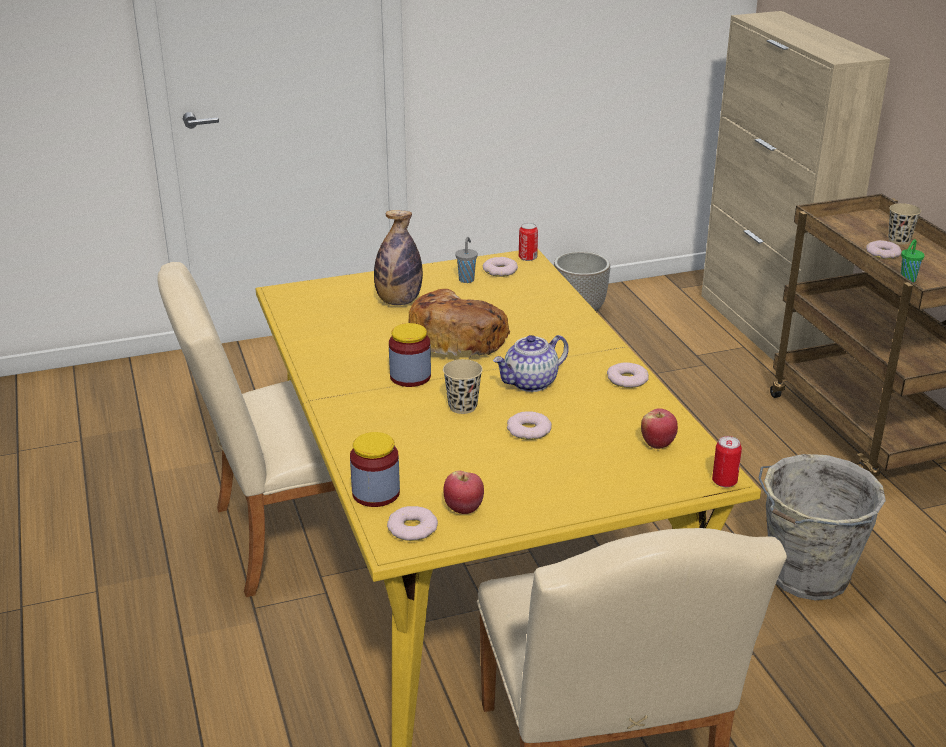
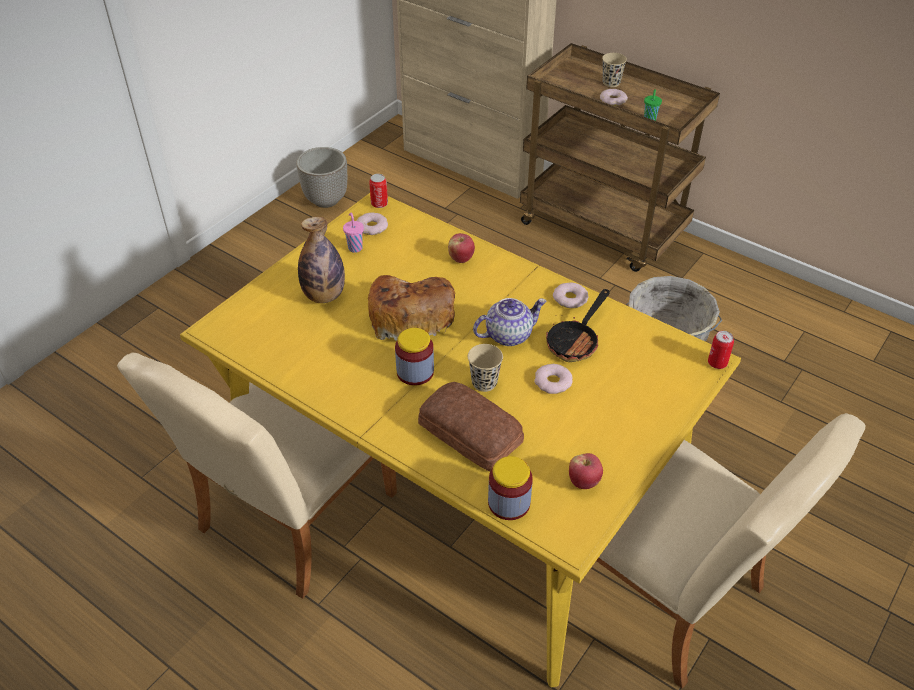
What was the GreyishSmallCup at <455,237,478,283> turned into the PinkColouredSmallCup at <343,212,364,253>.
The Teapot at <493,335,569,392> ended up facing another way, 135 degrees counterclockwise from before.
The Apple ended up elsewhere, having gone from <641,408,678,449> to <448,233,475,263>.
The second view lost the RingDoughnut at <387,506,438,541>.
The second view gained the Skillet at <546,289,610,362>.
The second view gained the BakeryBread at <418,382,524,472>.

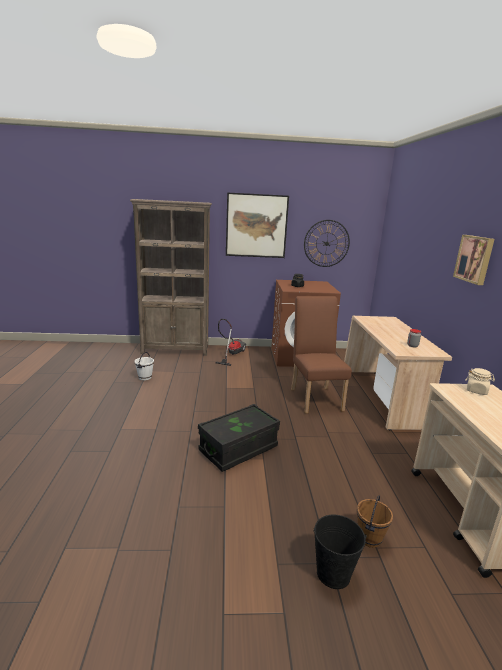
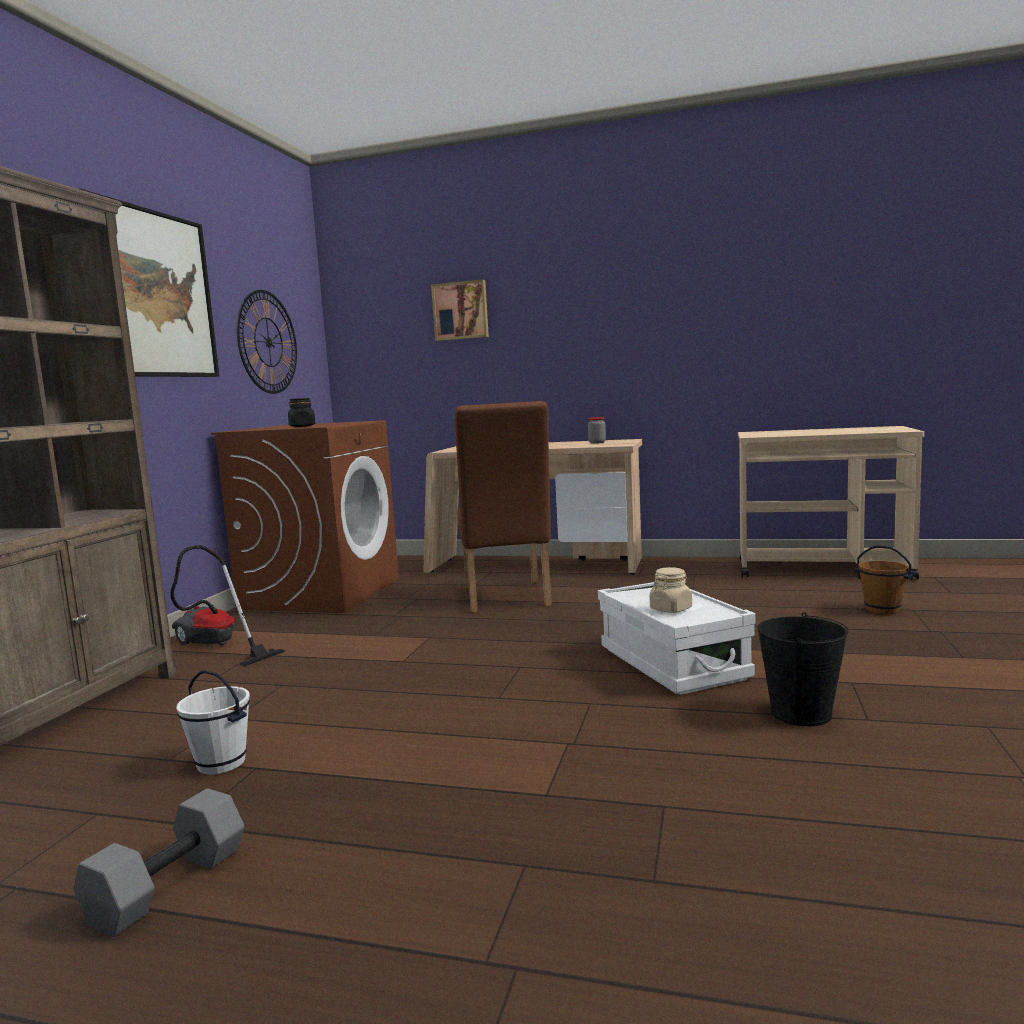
The WallPicture ended up elsewhere, having gone from <453,235,494,285> to <431,279,489,341>.
The BrownColouredChair at <291,296,352,413> ended up facing another way, 105 degrees counterclockwise from before.
The BeigeStorageJar ended up elsewhere, having gone from <465,368,495,395> to <649,567,692,613>.
What was the BlackishStorageBin at <198,404,280,472> turned into the WhiteStorageBin at <598,582,756,695>.
The BlackishBucket ended up elsewhere, having gone from <314,515,367,589> to <757,612,849,726>.
The second view gained the GreyishFreeWeight at <73,788,244,937>.

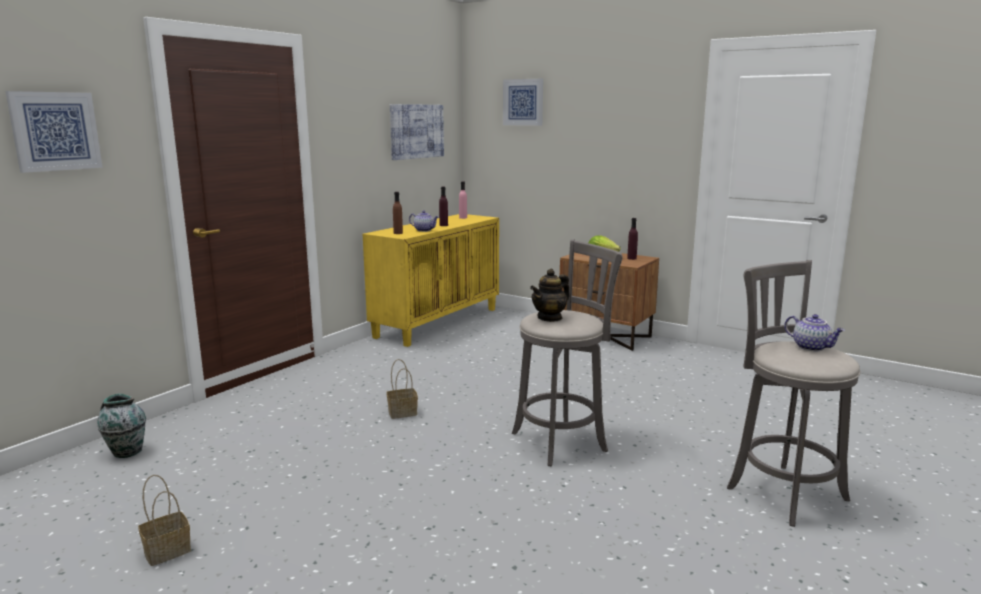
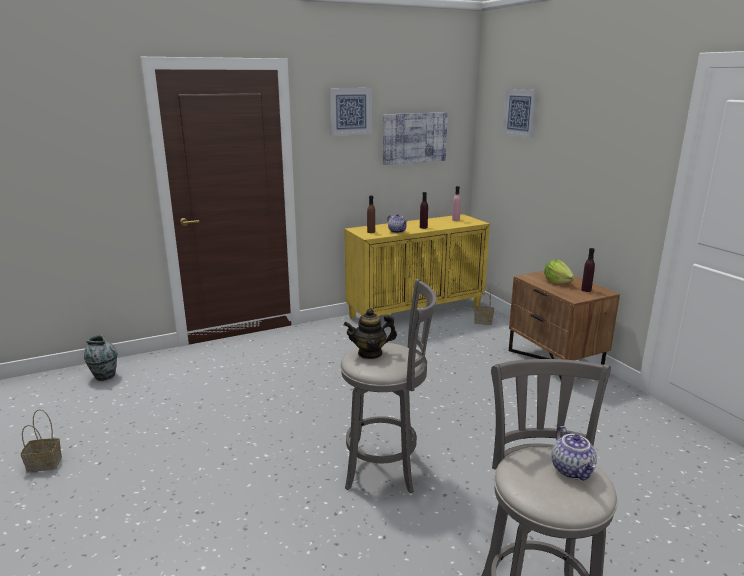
The WallPicture ended up elsewhere, having gone from <5,91,103,173> to <329,88,372,136>.
The HouseholdBasket ended up elsewhere, having gone from <387,359,418,419> to <474,286,494,325>.

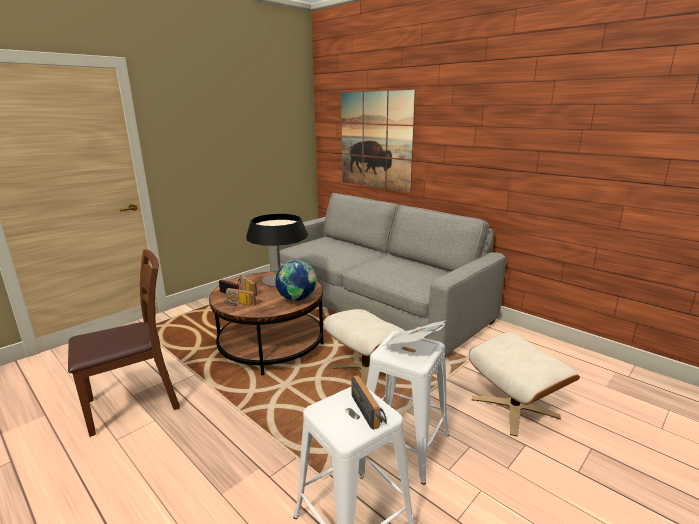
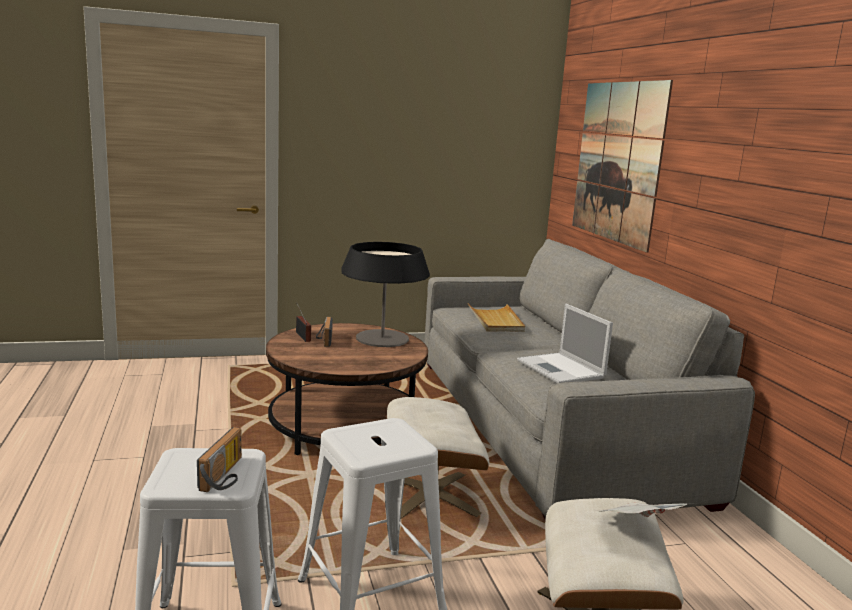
The second view lost the BrownColouredChair at <68,249,180,437>.
The second view lost the DeskGlobe at <275,260,317,302>.
The second view lost the RadioReceiver at <224,288,256,306>.
The PrintedPaper ended up elsewhere, having gone from <383,321,445,346> to <600,502,696,517>.
The second view gained the NotebookComputer at <517,303,613,383>.
The second view gained the BeigeServingTray at <468,304,525,332>.

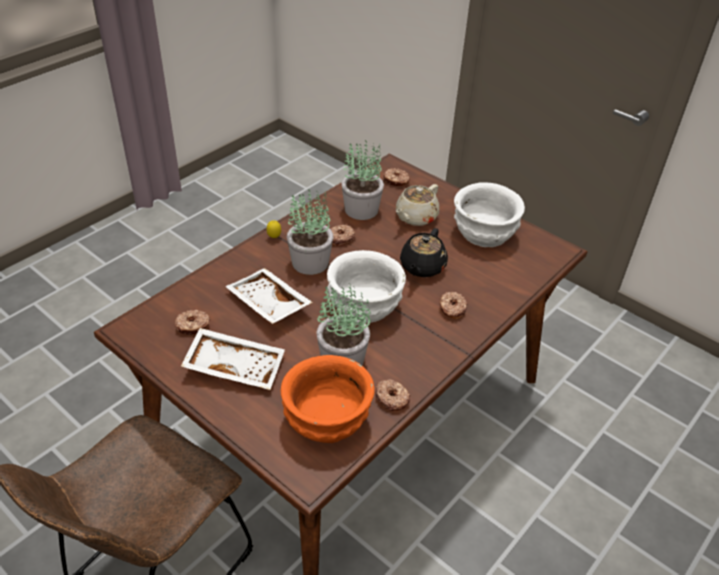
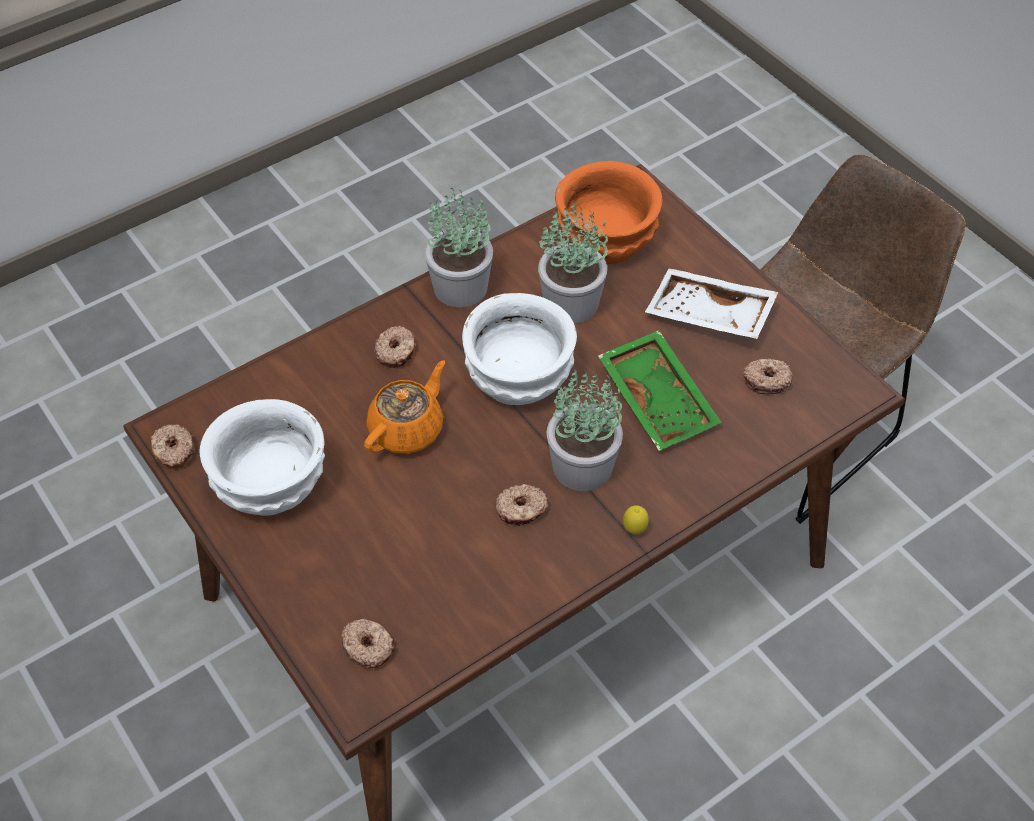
The PottedPlant ended up elsewhere, having gone from <341,140,384,220> to <425,188,493,307>.
The second view lost the BeigeTeapot at <396,184,439,226>.
What was the BlackishTeapot at <400,228,448,277> turned into the OrangeyTeapot at <364,360,445,454>.
What was the WhiteServingTray at <225,268,313,324> turned into the GreenServingTray at <598,330,722,451>.
The RingDoughnut ended up elsewhere, having gone from <375,379,410,411> to <151,424,195,467>.

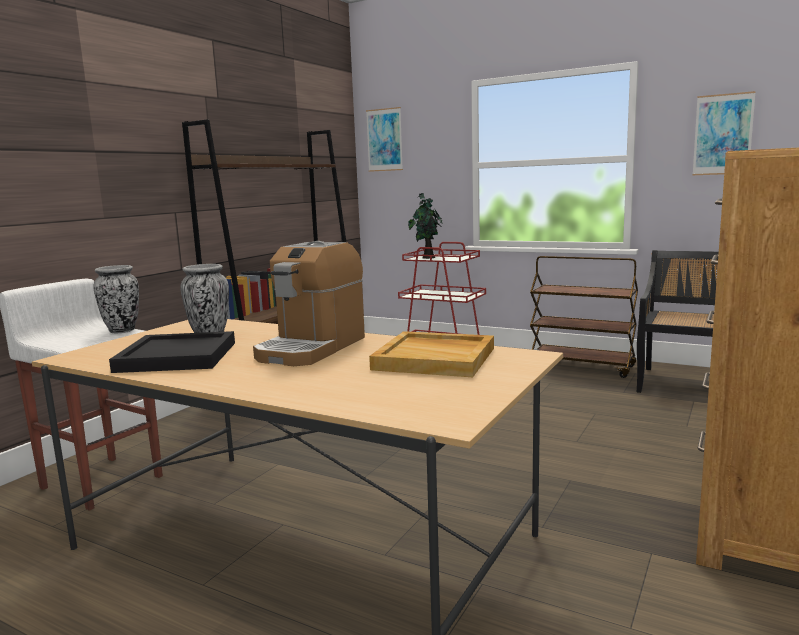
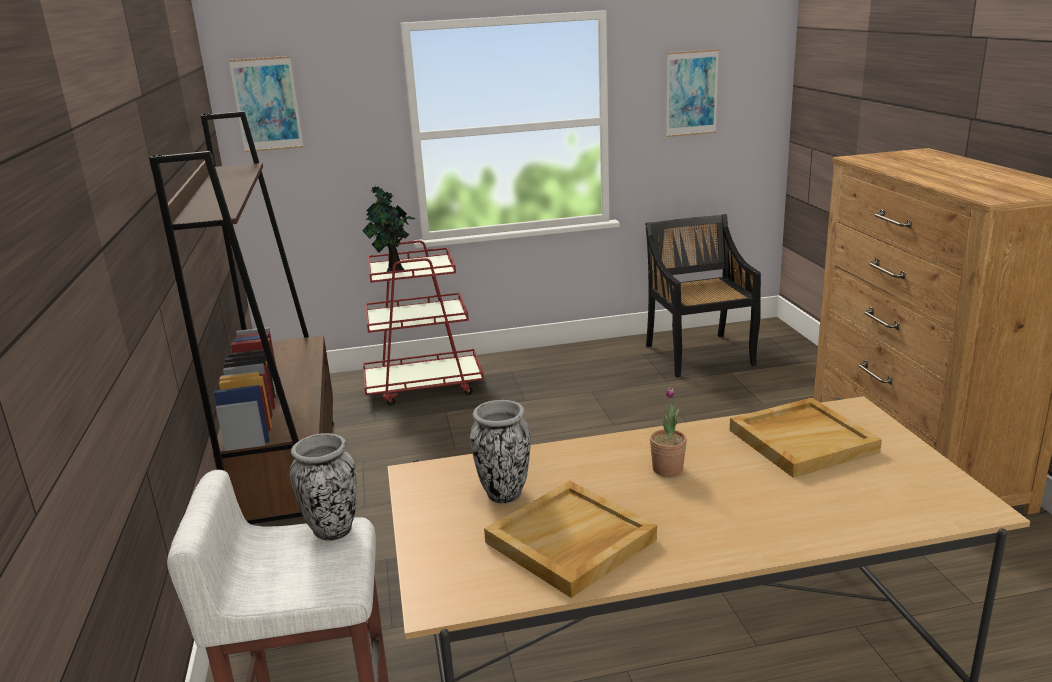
Where the CoffeeMaker stood at <253,241,365,366>, the PottedPlant came to stand at <650,387,687,477>.
The second view lost the BrownColouredTrolley at <530,256,638,378>.
What was the BlackishServingTray at <109,331,235,373> turned into the BeigeServingTray at <484,481,657,598>.

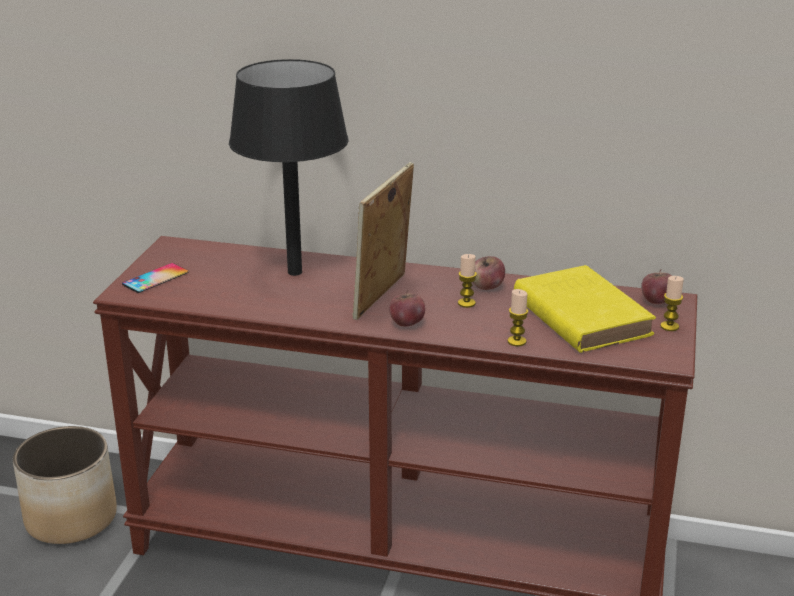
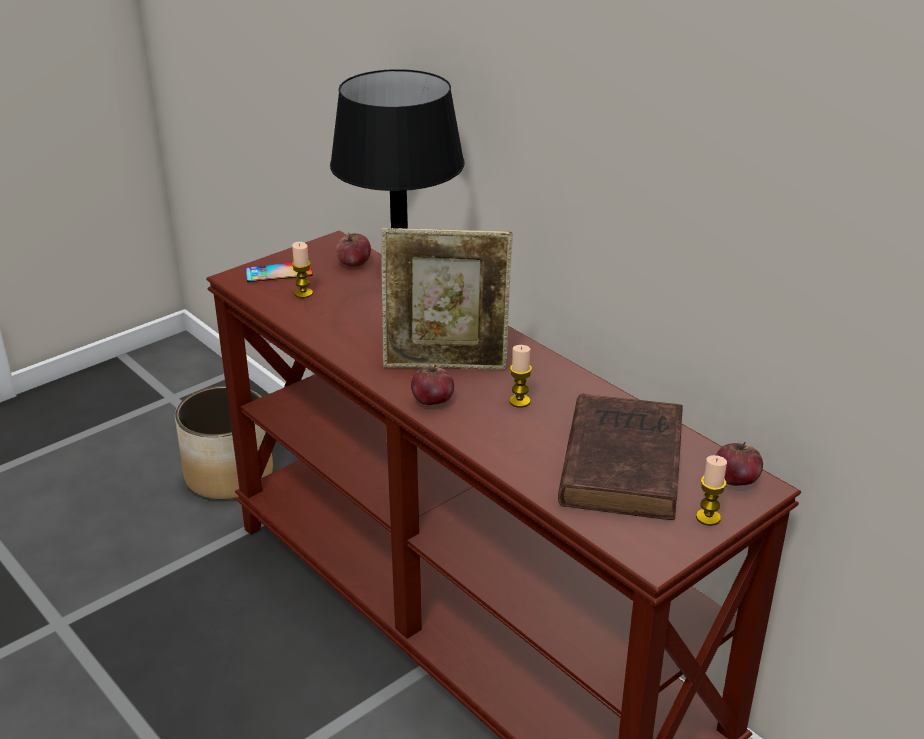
The PictureFrame at <352,162,414,320> ended up facing another way, 150 degrees counterclockwise from before.
The Apple ended up elsewhere, having gone from <473,256,505,290> to <336,233,371,267>.
What was the YellowVolume at <514,265,656,353> turned into the BrownColouredVolume at <558,394,683,520>.
The WaxCandle ended up elsewhere, having gone from <507,289,528,346> to <292,242,313,298>.

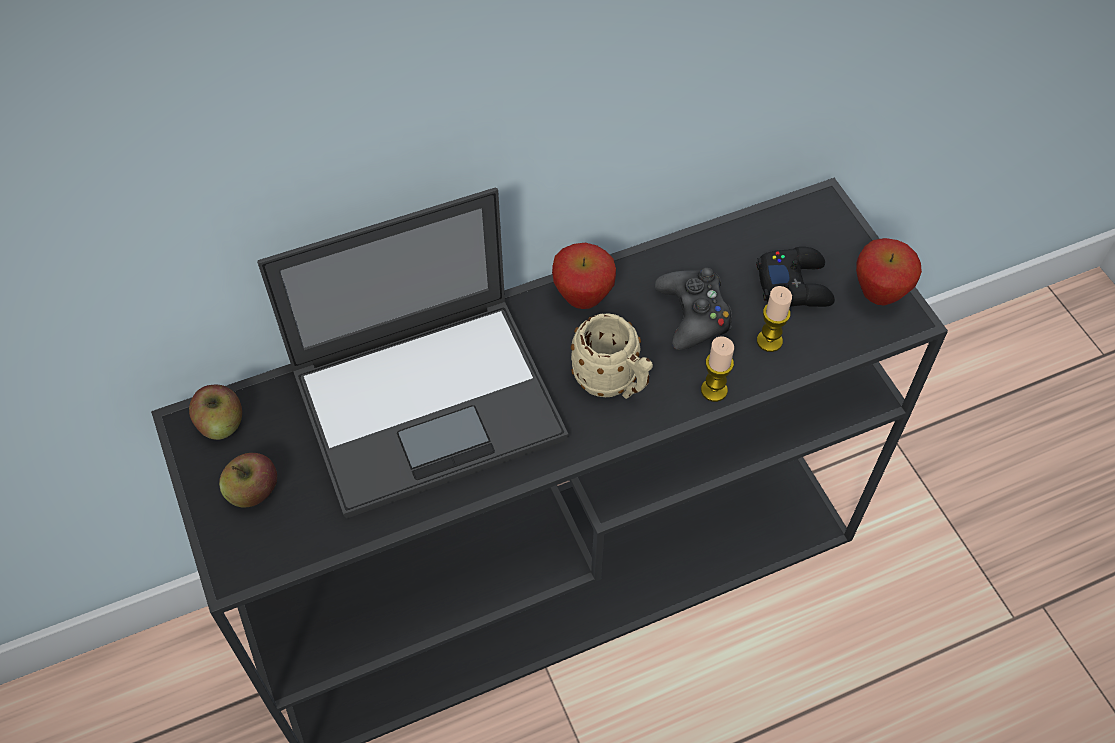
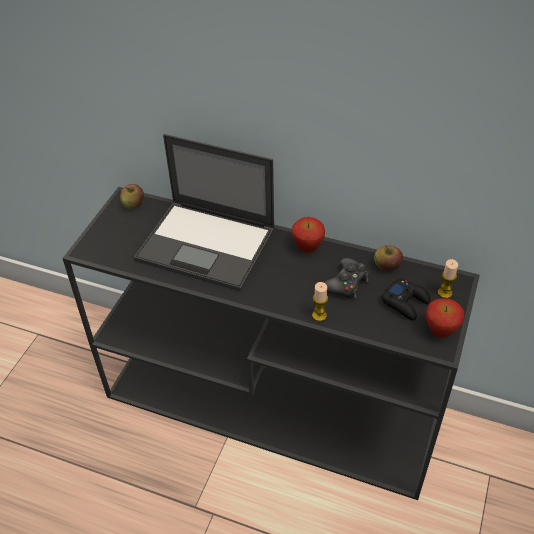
The WaxCandle ended up elsewhere, having gone from <757,286,792,352> to <438,259,458,299>.
The second view lost the BeigeMug at <571,313,653,399>.
The Apple ended up elsewhere, having gone from <219,453,277,507> to <374,245,403,271>.

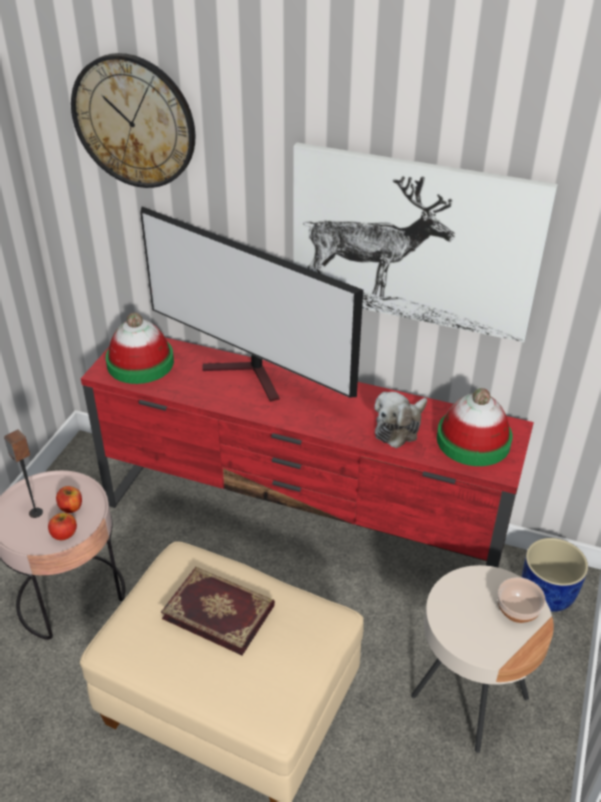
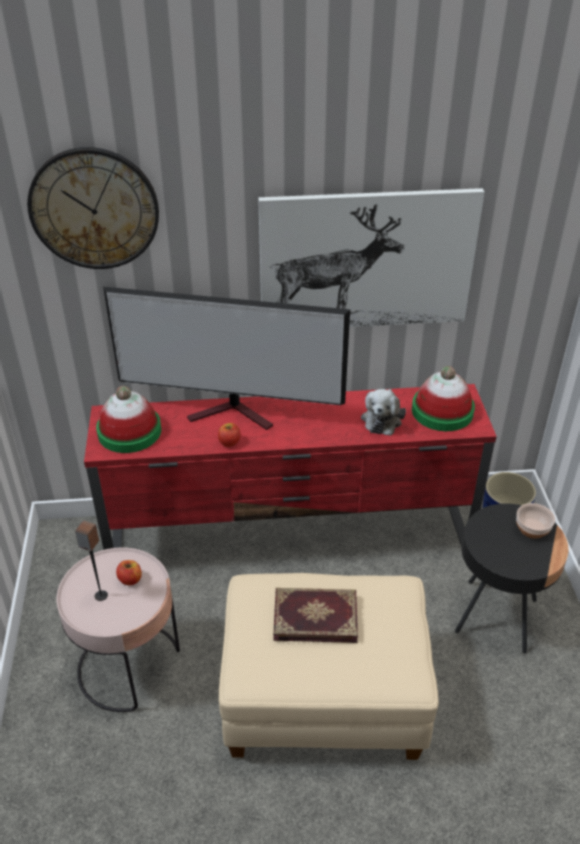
The Apple ended up elsewhere, having gone from <48,513,77,540> to <218,423,241,447>.
What was the BeigeEndTable at <411,565,554,753> turned into the BlackishEndTable at <455,503,569,653>.

